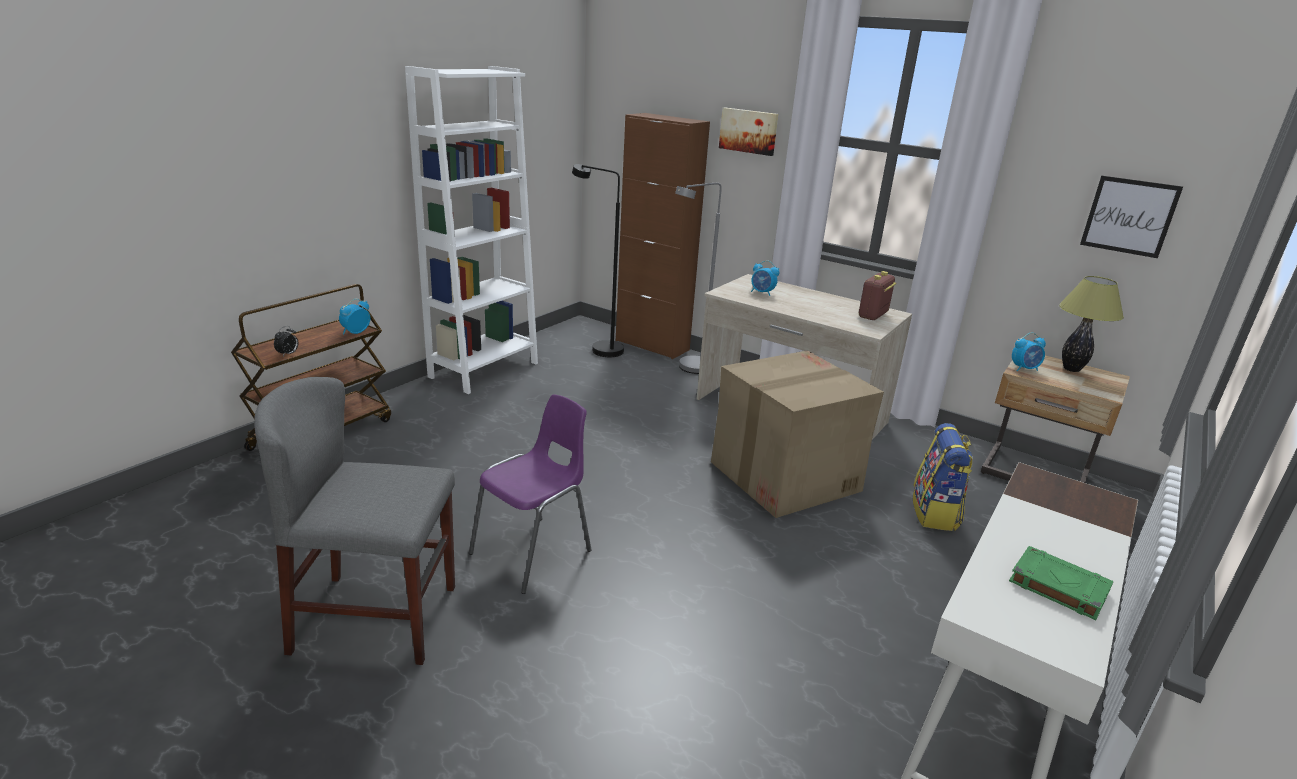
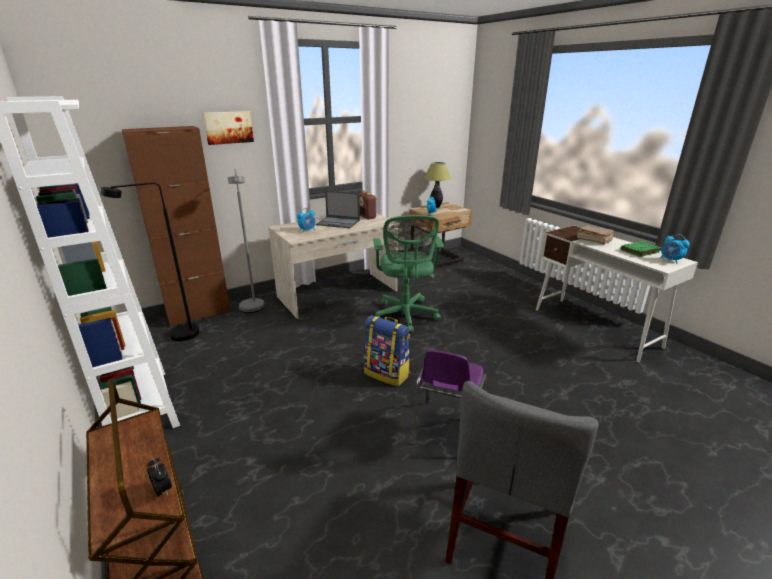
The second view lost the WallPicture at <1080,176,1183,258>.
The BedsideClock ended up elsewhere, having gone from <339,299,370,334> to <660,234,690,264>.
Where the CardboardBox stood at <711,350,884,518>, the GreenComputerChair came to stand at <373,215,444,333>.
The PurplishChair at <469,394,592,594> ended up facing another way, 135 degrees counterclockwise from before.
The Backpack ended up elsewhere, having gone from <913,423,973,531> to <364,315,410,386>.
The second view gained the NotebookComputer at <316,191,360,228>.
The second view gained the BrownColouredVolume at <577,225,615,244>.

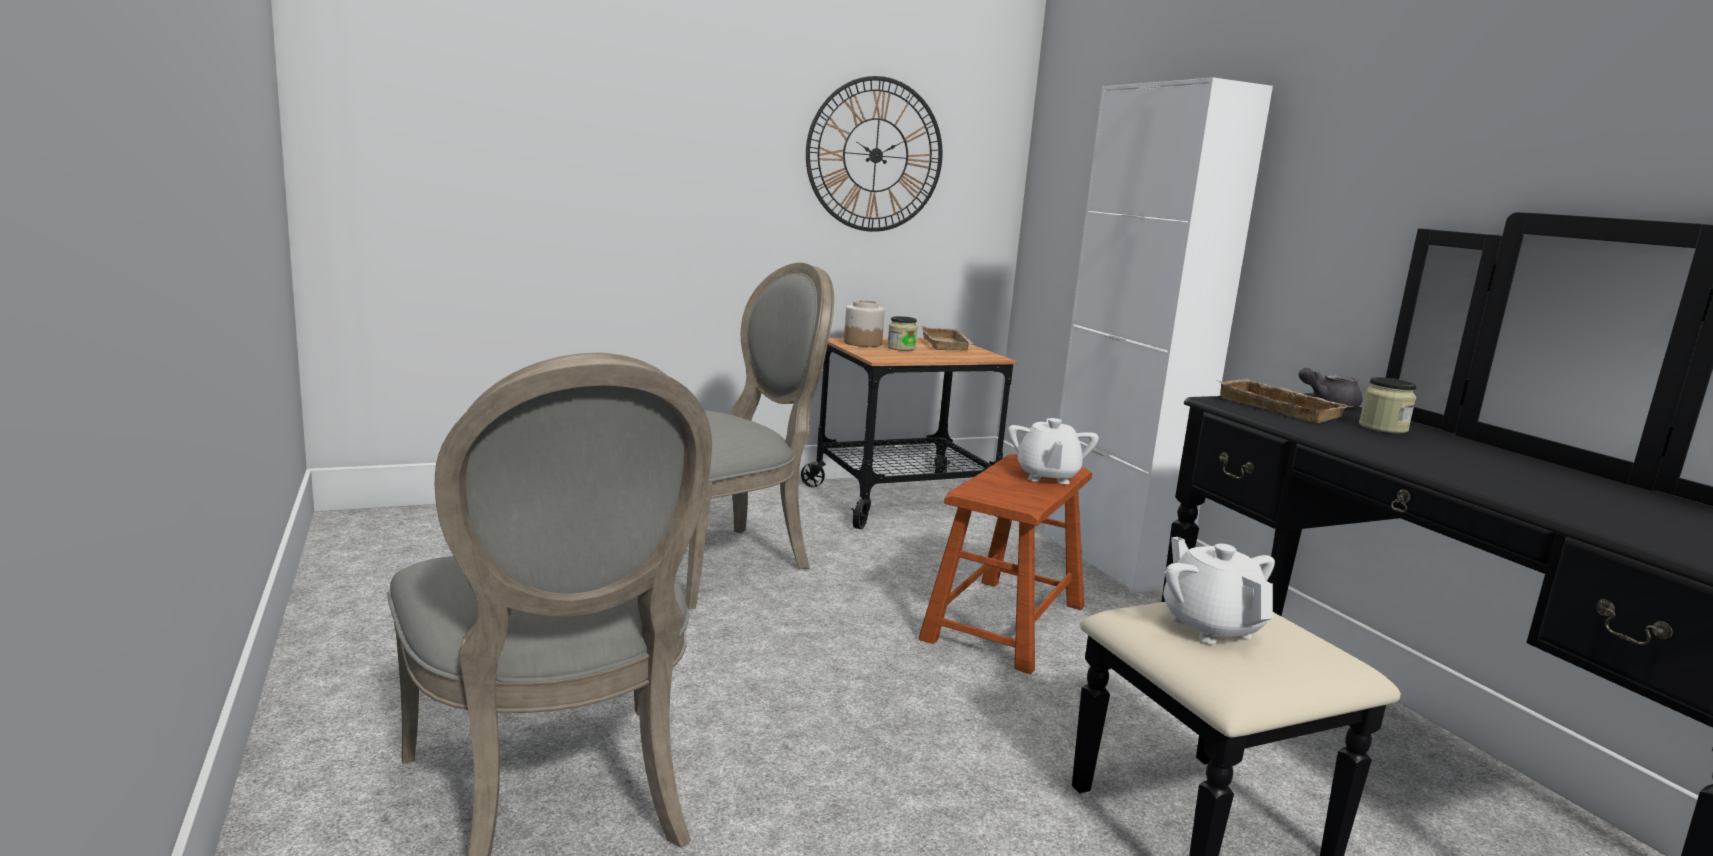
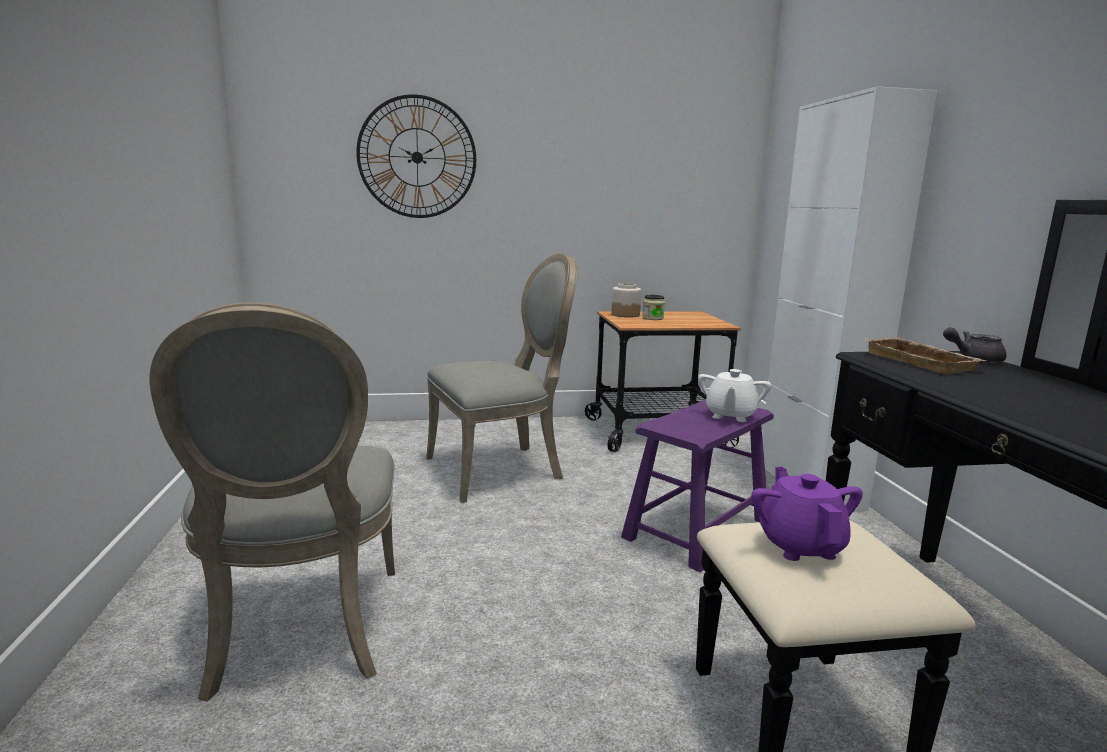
The HangingClock ended up elsewhere, having gone from <806,76,943,232> to <356,94,476,218>.
The second view lost the BeigeServingTray at <921,326,974,350>.
The second view lost the StorageJar at <1359,377,1416,434>.
What was the BrownColouredStool at <918,454,1092,674> turned into the PurplishStool at <621,400,774,572>.
What was the WhiteTeapot at <1163,537,1275,643> turned into the PurplishTeapot at <751,466,863,561>.

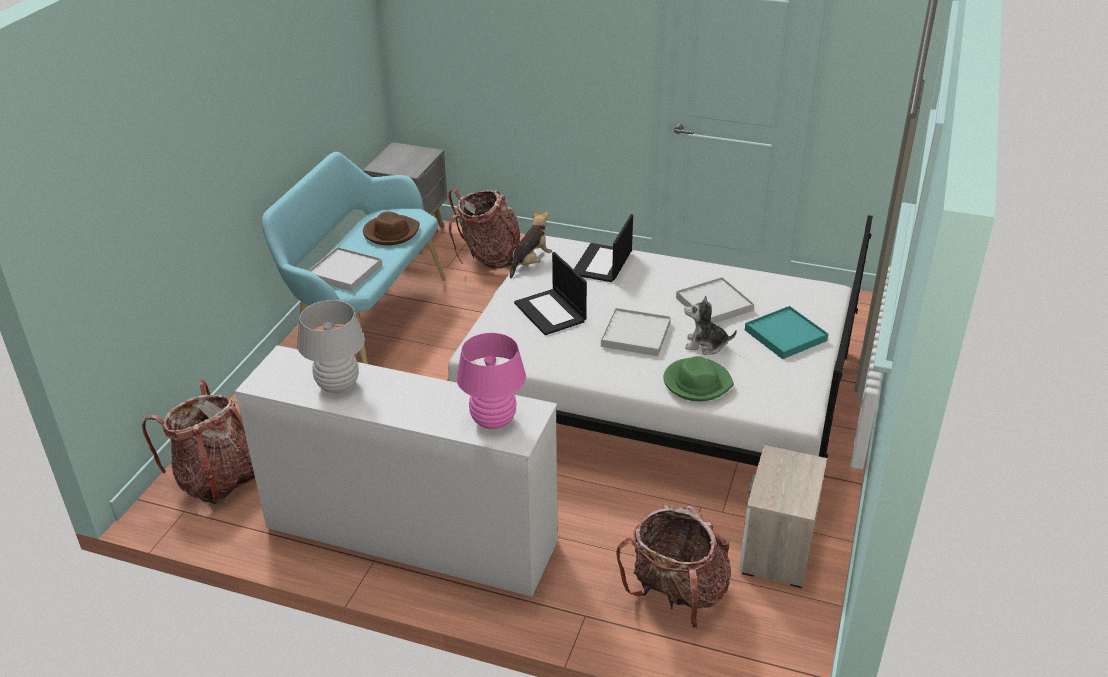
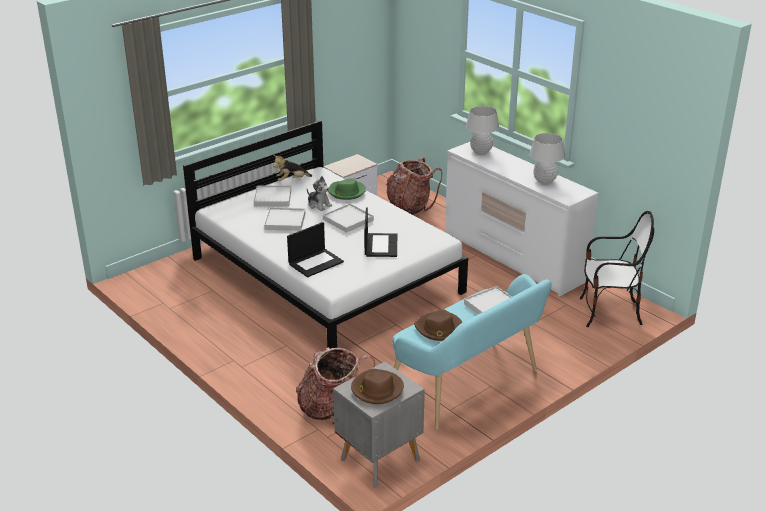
The SoftToy ended up elsewhere, having gone from <510,211,552,278> to <273,155,312,181>.
What was the BlueGreenServingTray at <745,306,828,359> turned into the WhiteServingTray at <254,185,291,206>.
What was the PinkColouredTabletopLamp at <457,333,526,429> turned into the WhiteTabletopLamp at <466,106,499,154>.
Where the Backpack stood at <142,380,255,504>, the Chair came to stand at <580,211,654,327>.
The second view gained the BrownColouredWearableHat at <351,369,404,404>.

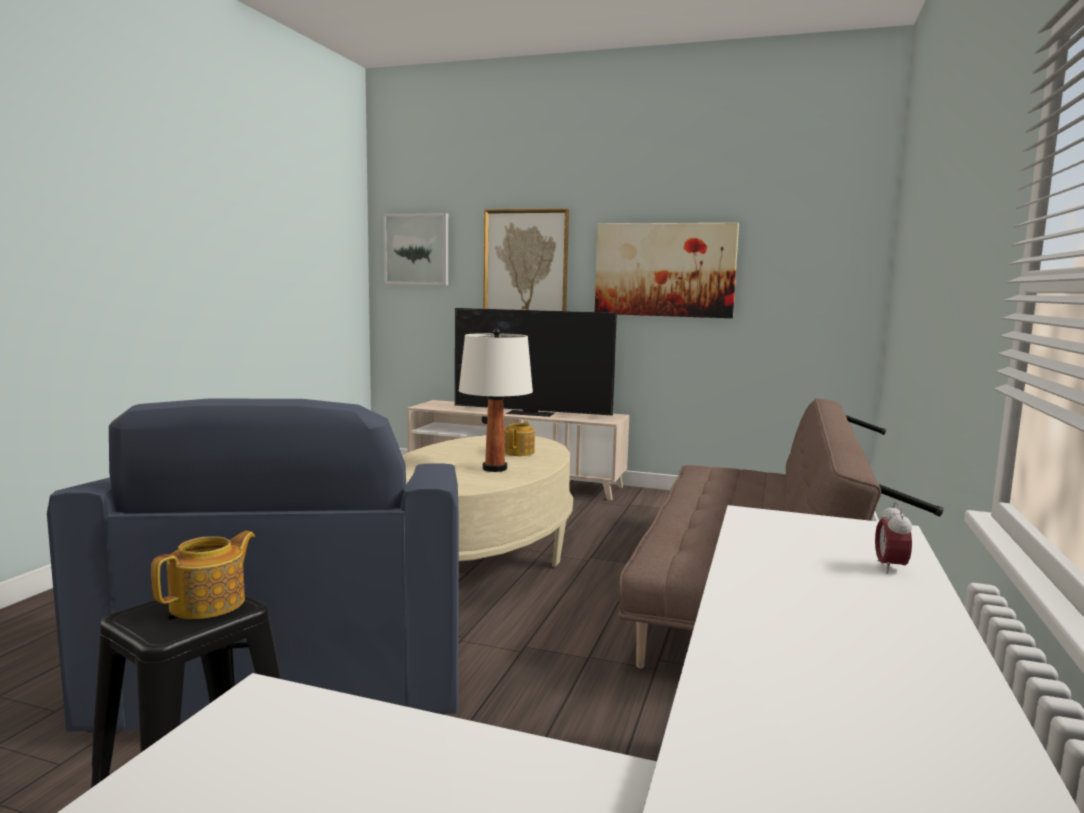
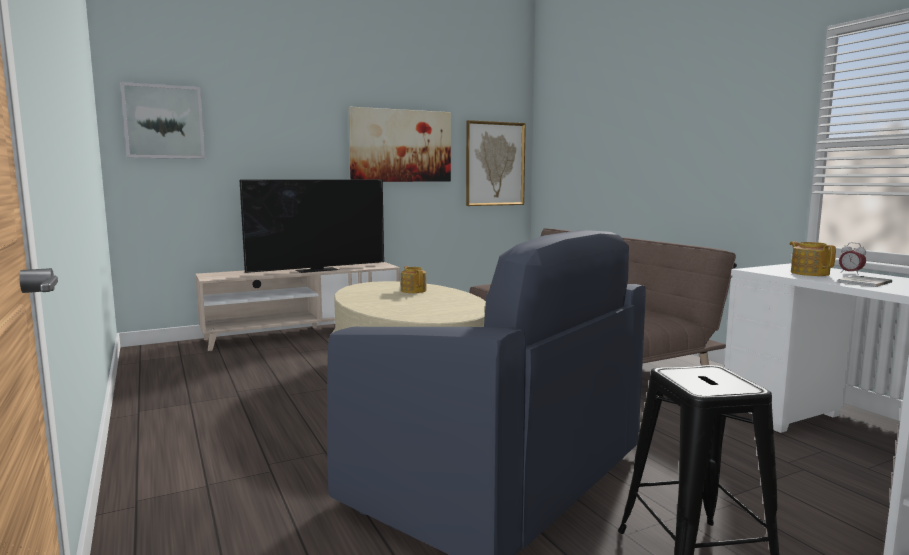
The WallPicture ended up elsewhere, having gone from <483,209,569,311> to <466,120,526,206>.
The second view lost the WhiteTabletopLamp at <459,328,533,472>.
The Teapot ended up elsewhere, having gone from <151,531,255,619> to <790,241,836,276>.
The second view gained the Volume at <838,275,892,287>.

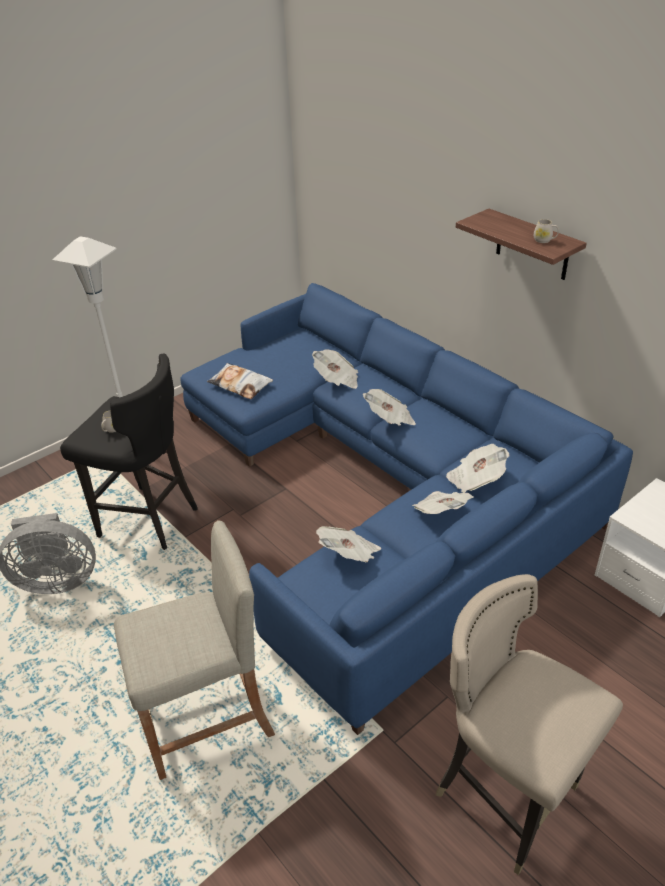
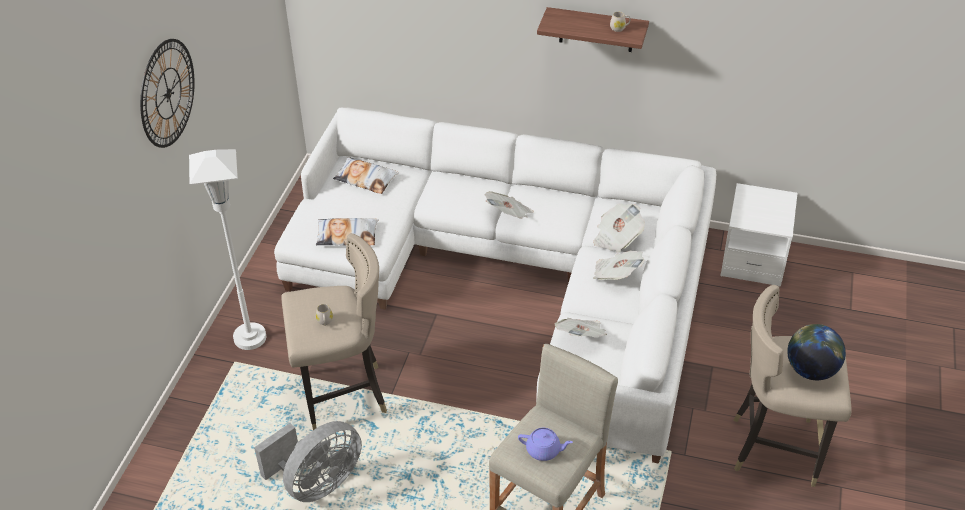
What was the BluishSettee at <180,283,633,735> turned into the WhiteSettee at <274,107,716,464>.
The second view lost the PrintedPaper at <312,349,358,389>.
What was the BlackishStool at <60,354,198,550> turned into the BeigeStool at <281,233,387,430>.
The second view gained the HangingClock at <140,39,195,148>.
The second view gained the Cushion at <333,157,398,194>.
The second view gained the DeskGlobe at <787,324,846,380>.
The second view gained the PurplishTeapot at <518,427,573,461>.

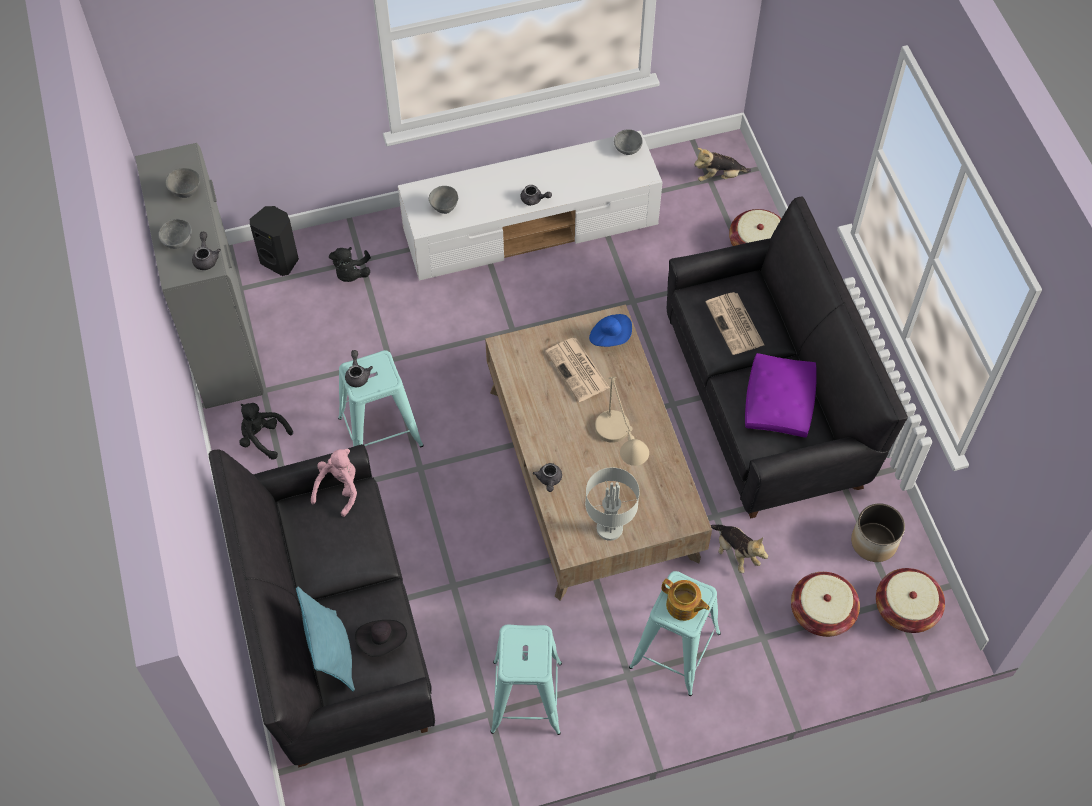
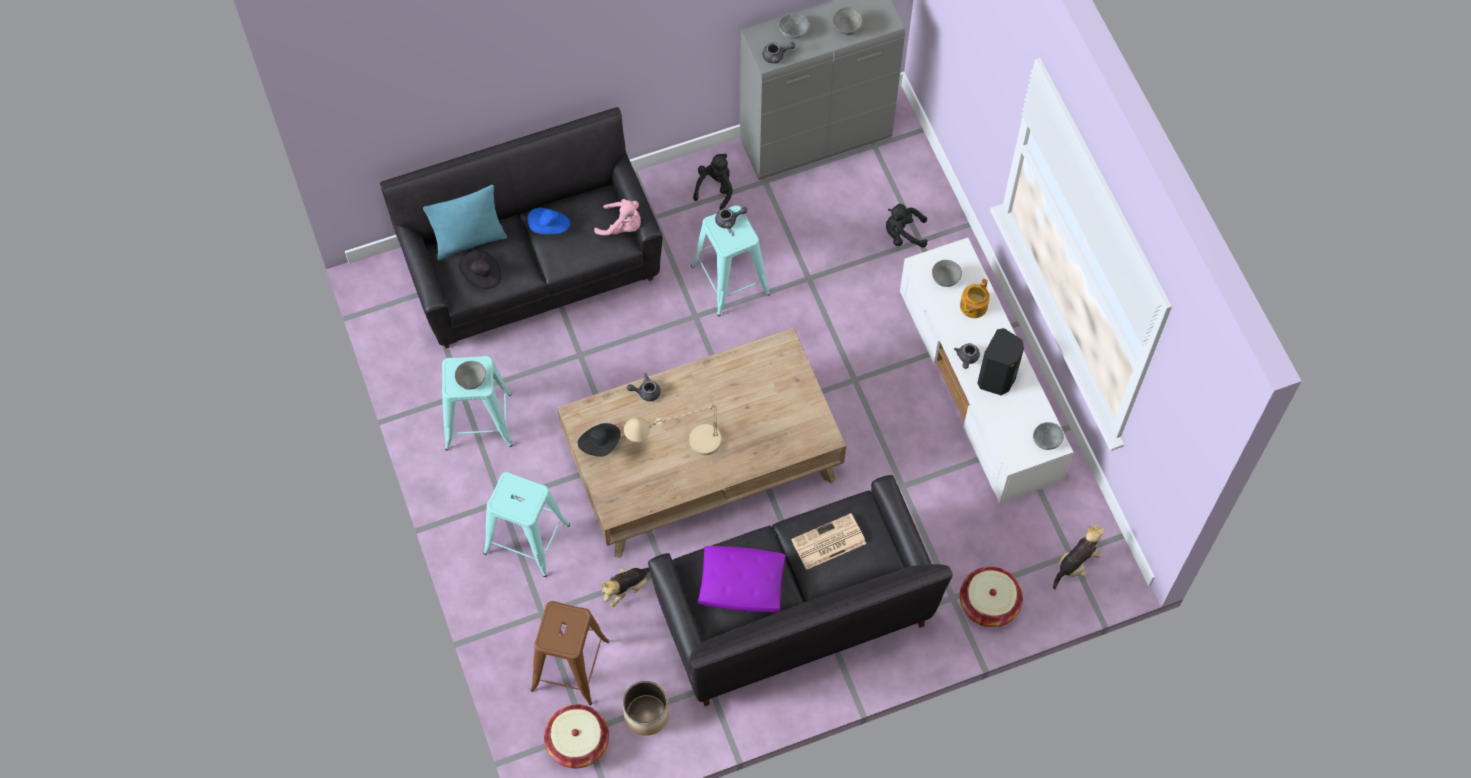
The SoftToy at <694,148,751,181> ended up facing another way, 60 degrees clockwise from before.
The BlackishLoudspeaker ended up elsewhere, having gone from <250,206,299,276> to <977,328,1024,395>.
The BluishWearableHat ended up elsewhere, having gone from <589,314,632,347> to <528,208,570,234>.
The second view lost the PrintedPaper at <545,338,610,402>.
Where the GreyishTabletopLamp stood at <585,468,640,541>, the BlackishWearableHat came to stand at <578,423,621,457>.
Where the HouseholdBasket stood at <791,572,860,637>, the BrownColouredStool came to stand at <530,601,609,705>.
The Teapot ended up elsewhere, having gone from <662,579,710,621> to <960,279,990,318>.
The second view gained the GreyishBowl at <455,361,486,390>.

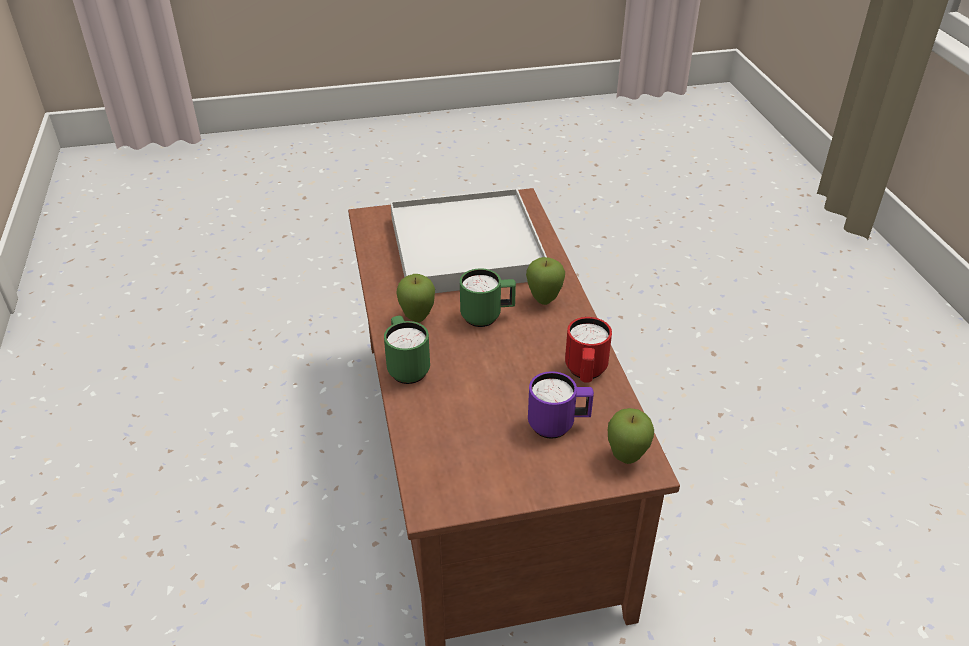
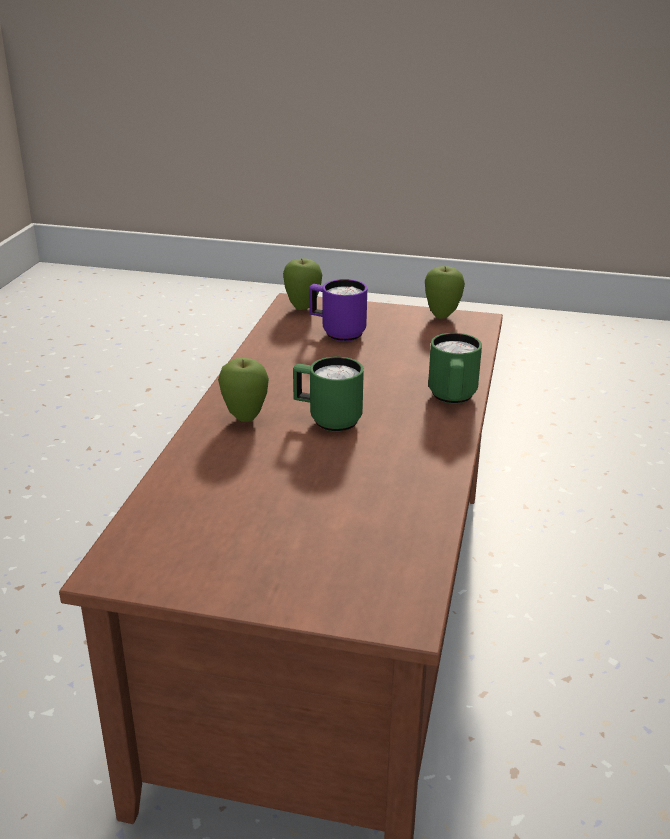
The second view lost the WhiteServingTray at <390,188,547,293>.
The Apple ended up elsewhere, having gone from <396,274,435,322> to <425,266,465,319>.
The second view lost the RedMug at <565,317,612,383>.

